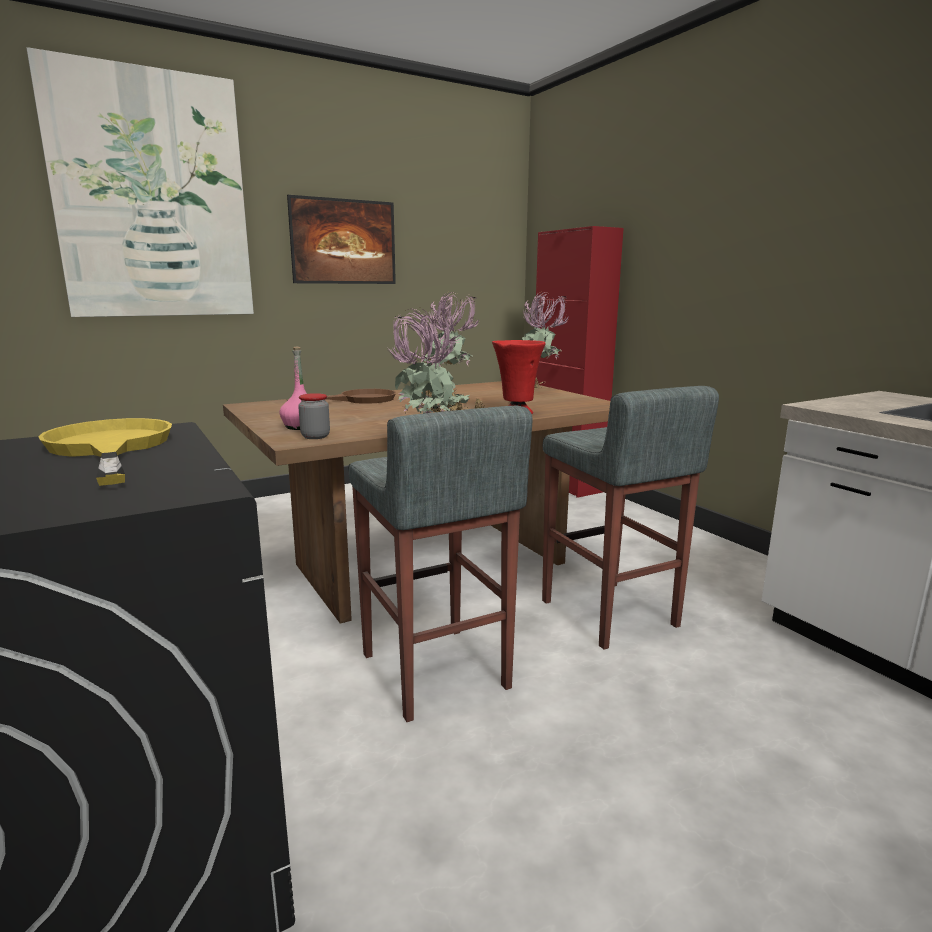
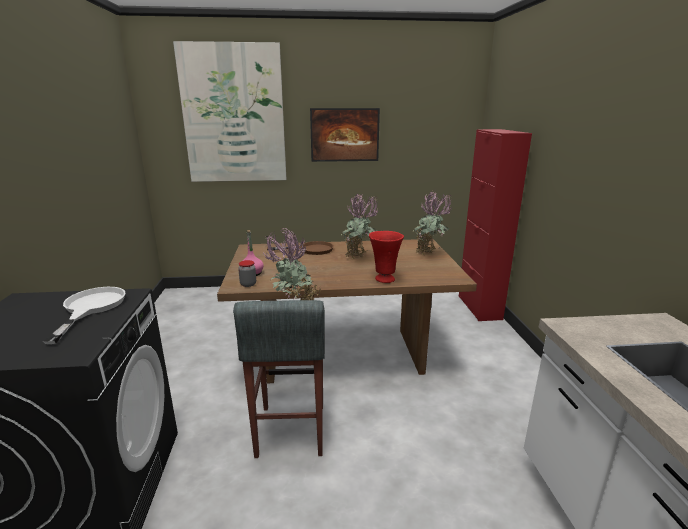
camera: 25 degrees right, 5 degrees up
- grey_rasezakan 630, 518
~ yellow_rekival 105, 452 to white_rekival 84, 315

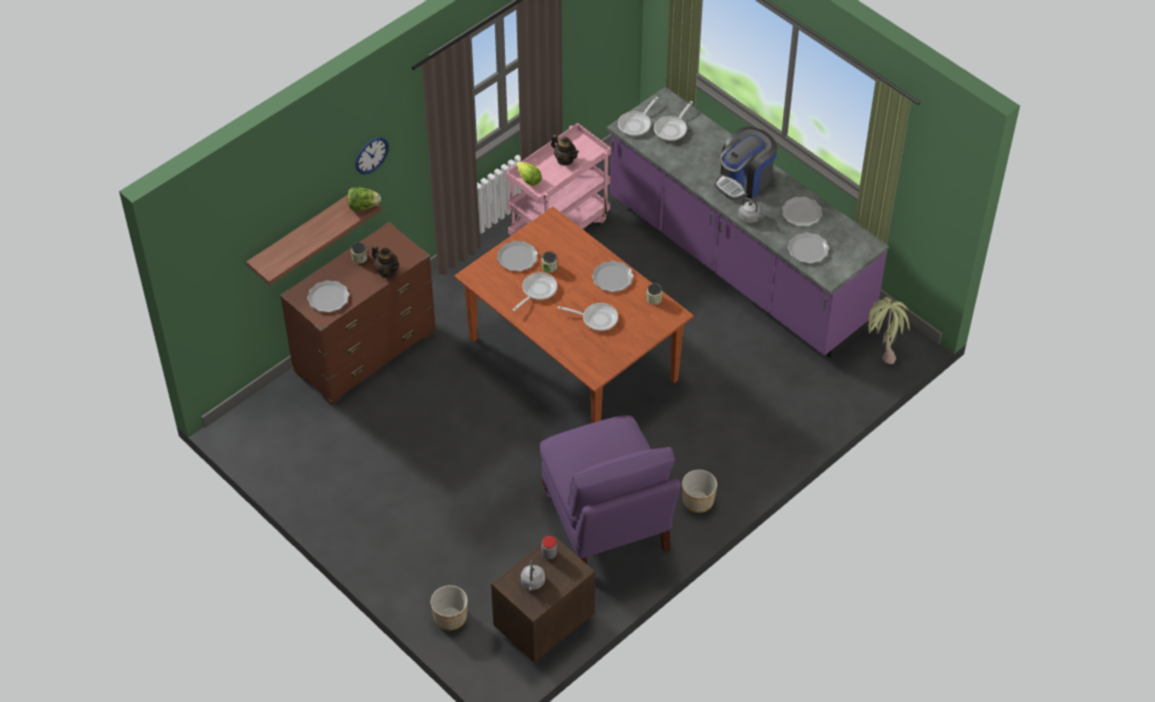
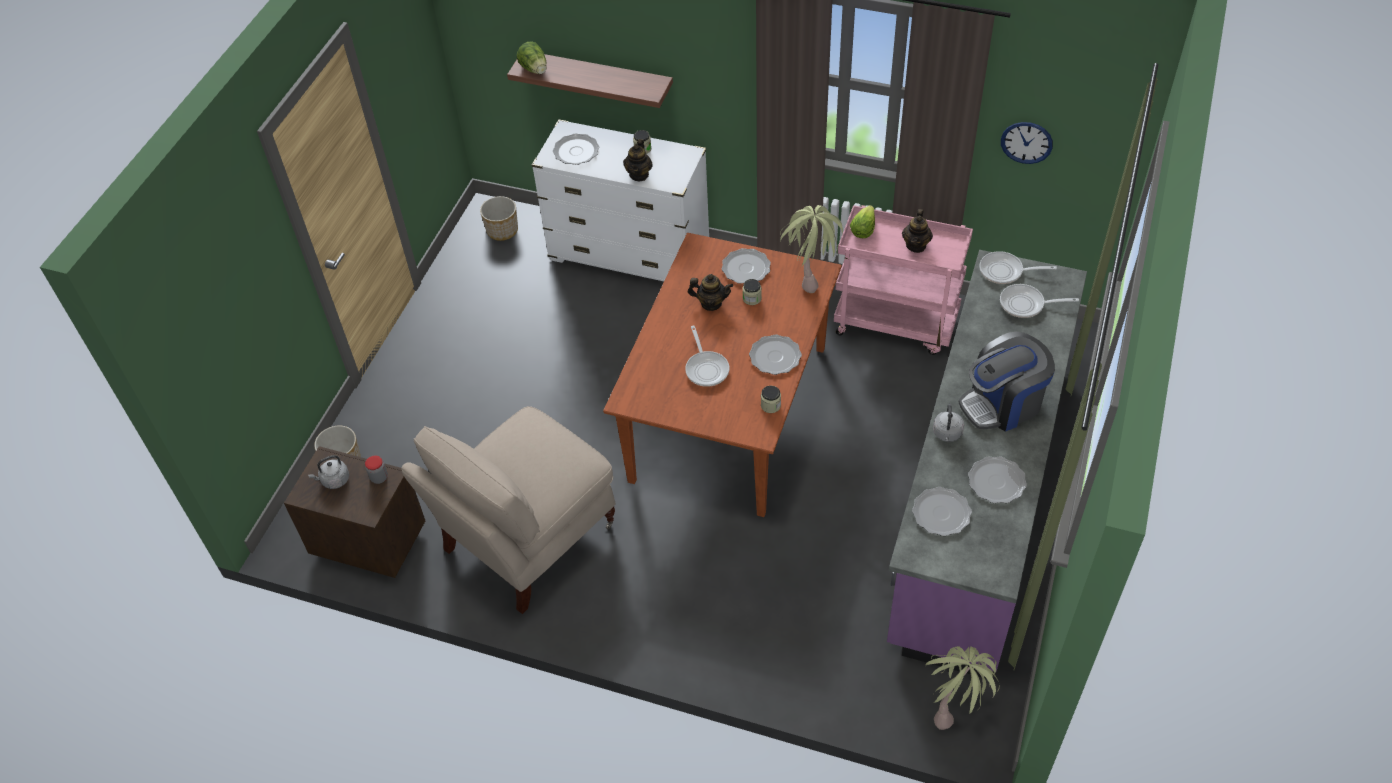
camera: 65 degrees right, 0 degrees up
+ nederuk 811, 249
~ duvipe 364, 199 to 532, 57
~ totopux 372, 156 to 1027, 143
~ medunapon 699, 491 to 499, 218
~ rekival 535, 291 to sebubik 710, 292
~ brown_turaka 358, 313 to white_turaka 620, 200
~ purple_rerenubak 610, 489 to beige_rerenubak 508, 510
~ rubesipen 746, 163 = 1007, 382 45 degrees counterclockwise

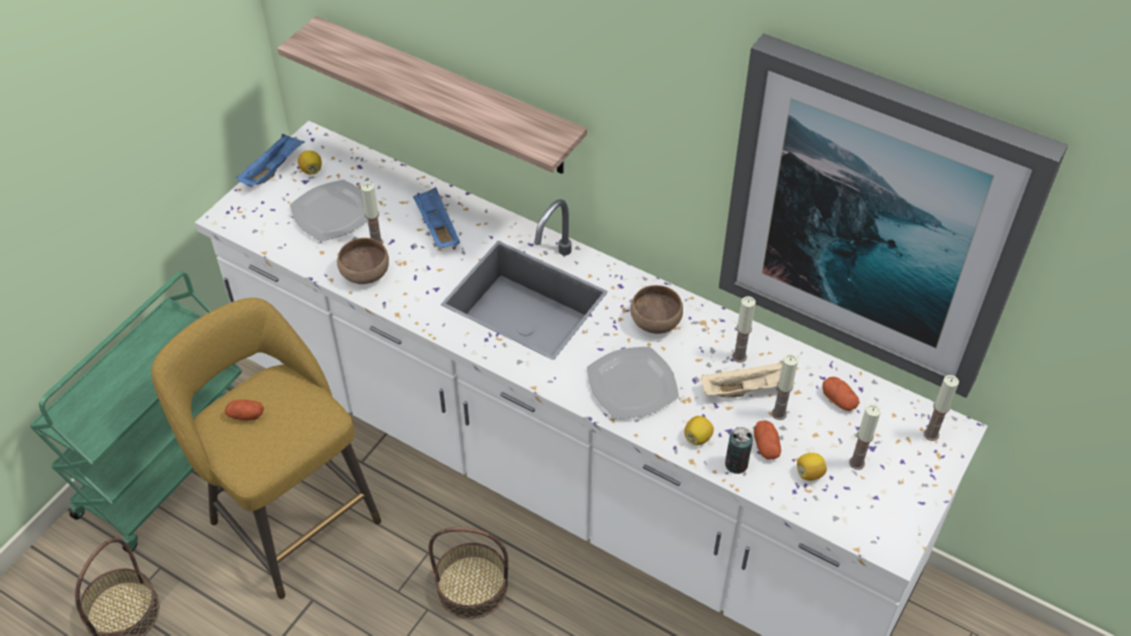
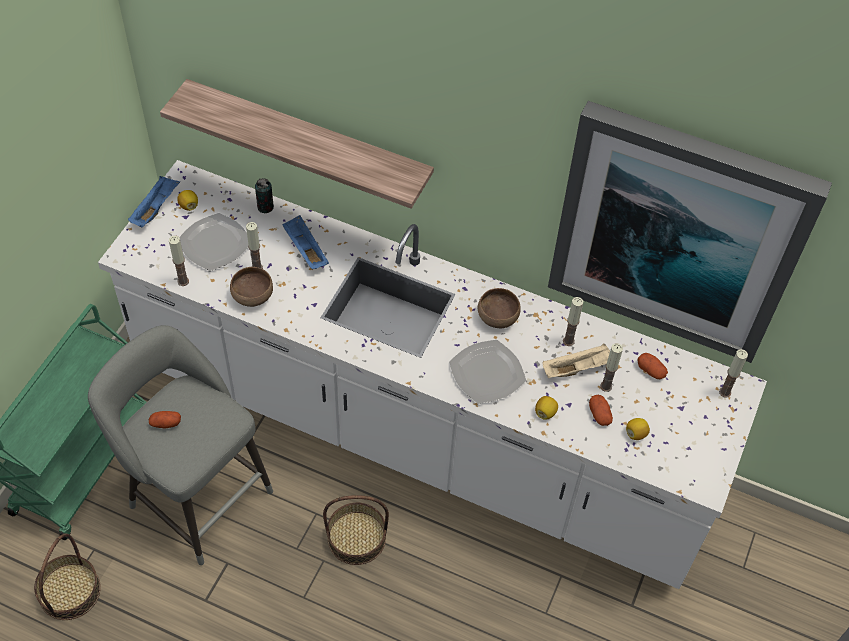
camera: 10 degrees left, 5 degrees up
~ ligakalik 739, 450 to 264, 195
~ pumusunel 865, 437 to 179, 261
~ yellow_rasezakan 266, 448 to grey_rasezakan 180, 445

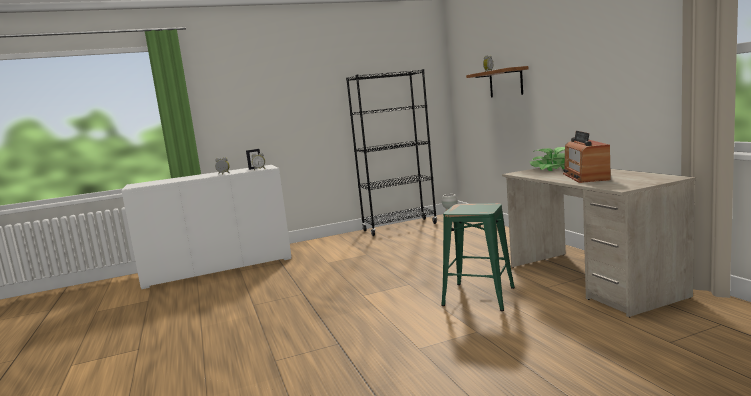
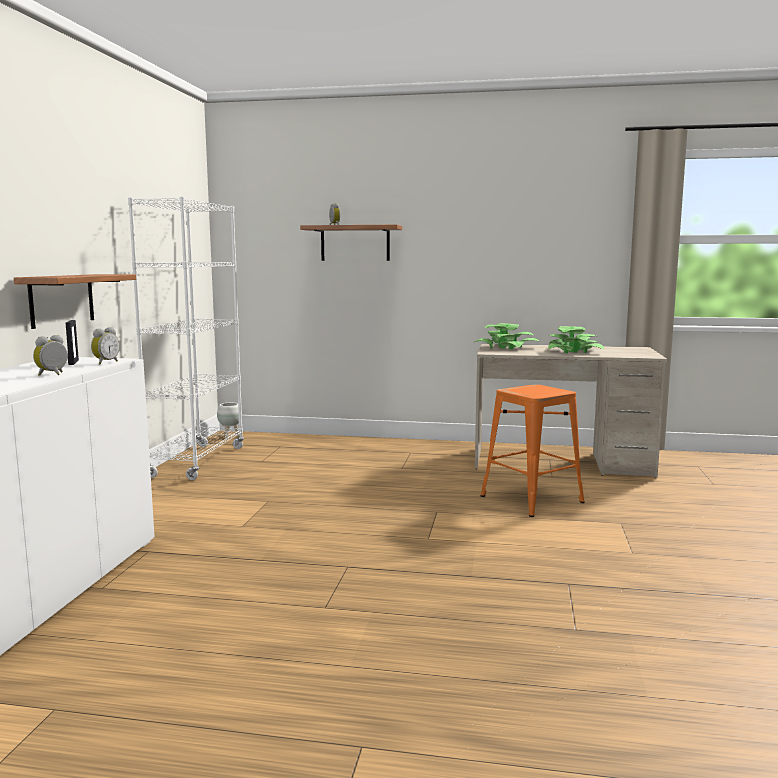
camera: 60 degrees left, 0 degrees up
+ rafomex 75, 301
~ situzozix 587, 157 to nederuk 576, 339
~ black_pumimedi 391, 152 to white_pumimedi 186, 338
~ green_rasezakan 478, 257 to orange_rasezakan 533, 450

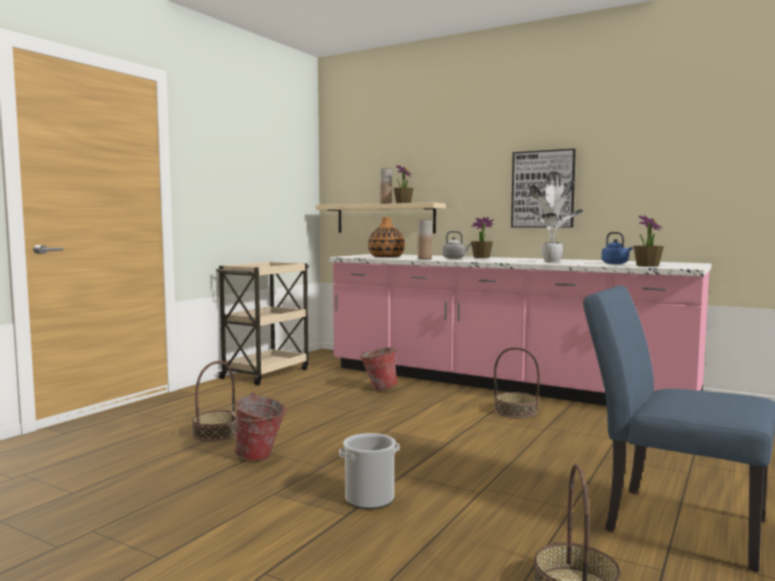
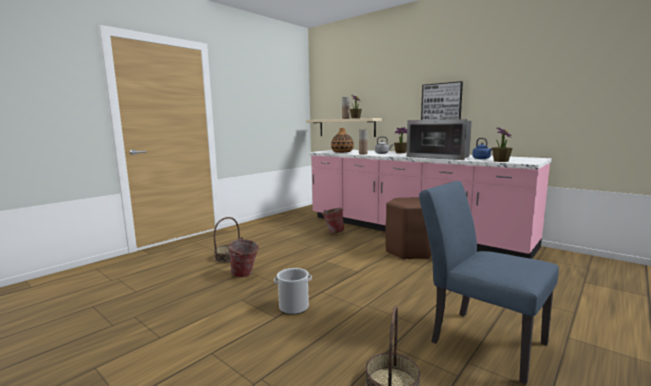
camera: 10 degrees right, 5 degrees up
- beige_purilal 262, 323
~ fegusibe 517, 382 to brown_rasezakan 408, 229
~ nederuk 555, 217 to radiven 439, 139

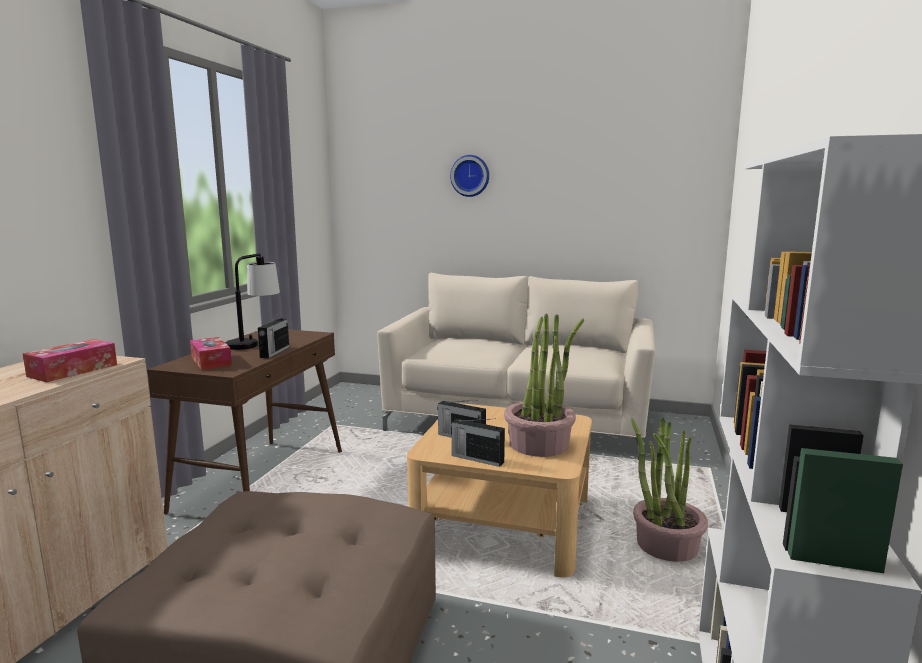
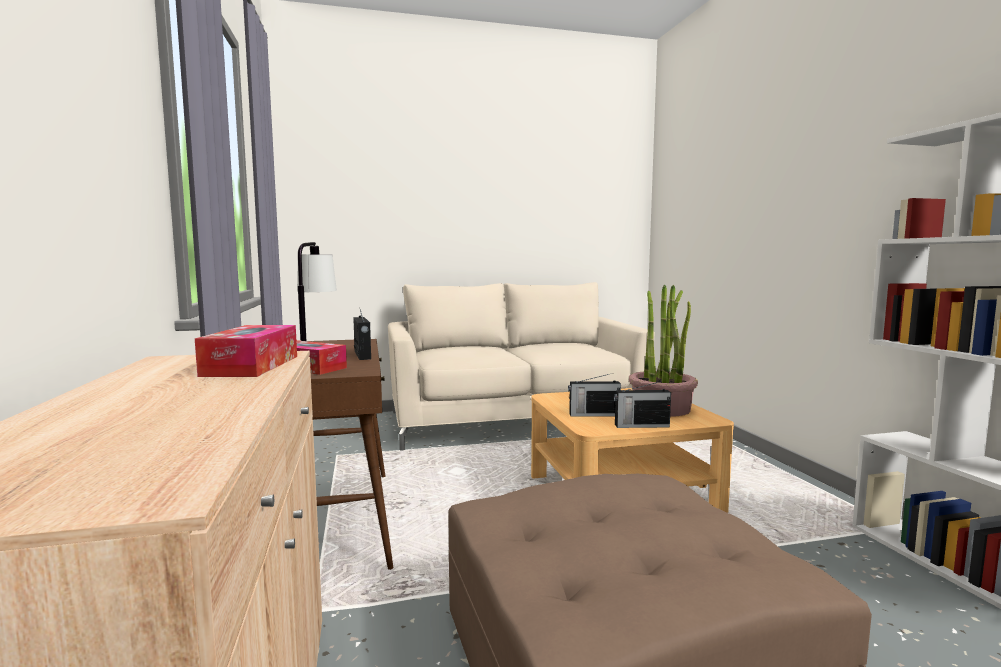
camera: 30 degrees left, 5 degrees down
- totopux 469, 176
- nederuk 669, 489

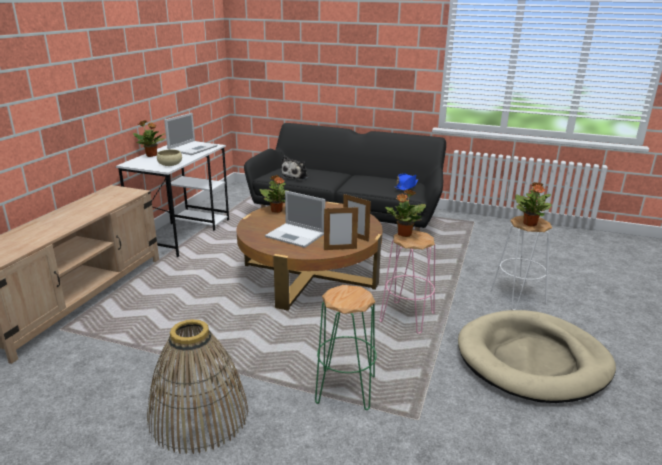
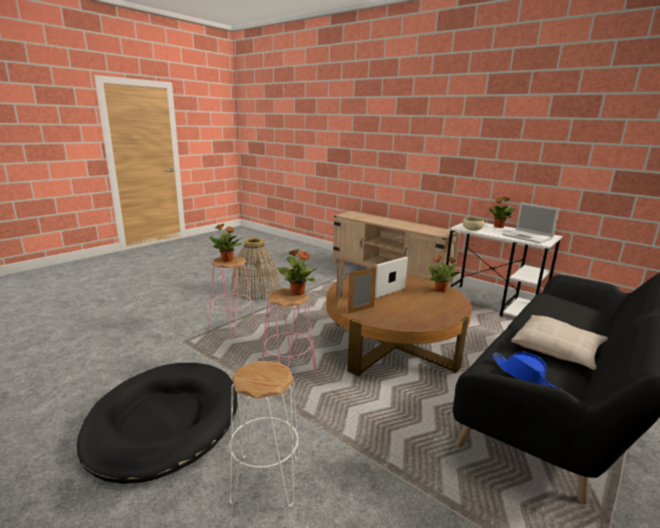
camera: 110 degrees right, 5 degrees down
- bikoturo 294, 168
+ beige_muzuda 559, 342
~ nederuk 533, 204 to 225, 243
~ green_rasezakan 346, 347 to pink_rasezakan 232, 297
~ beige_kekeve 537, 356 to black_kekeve 157, 423

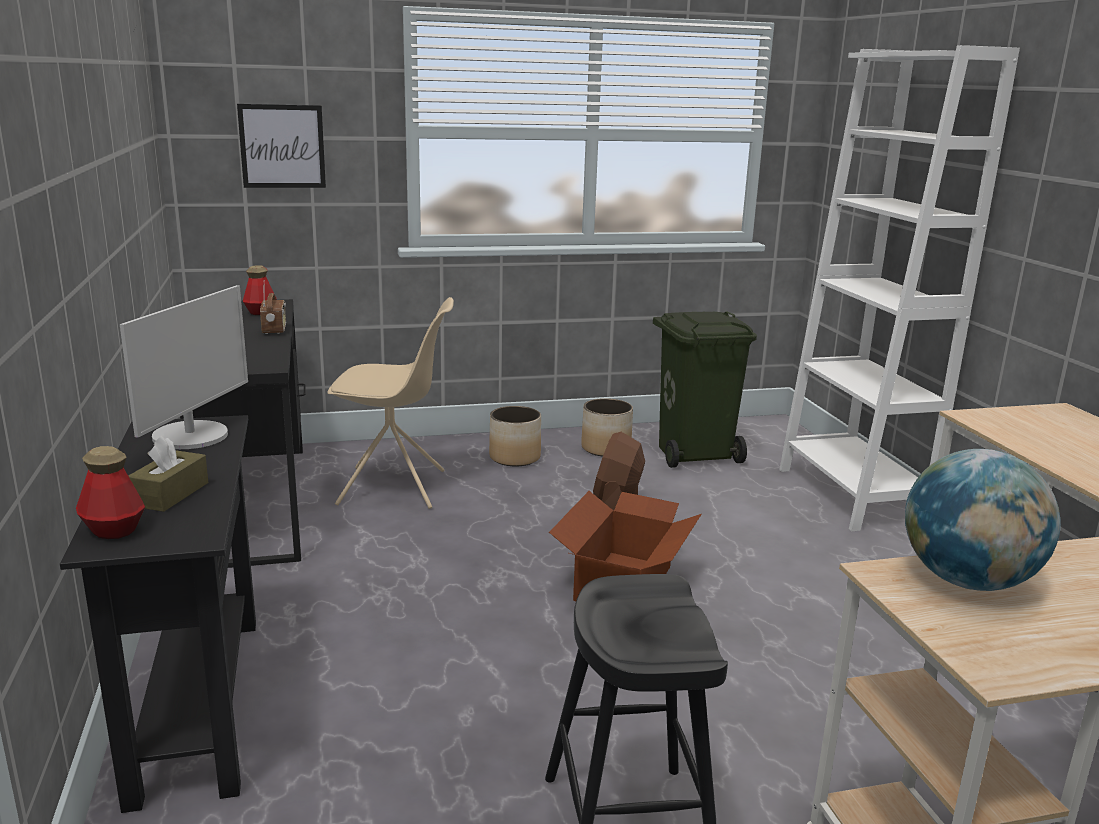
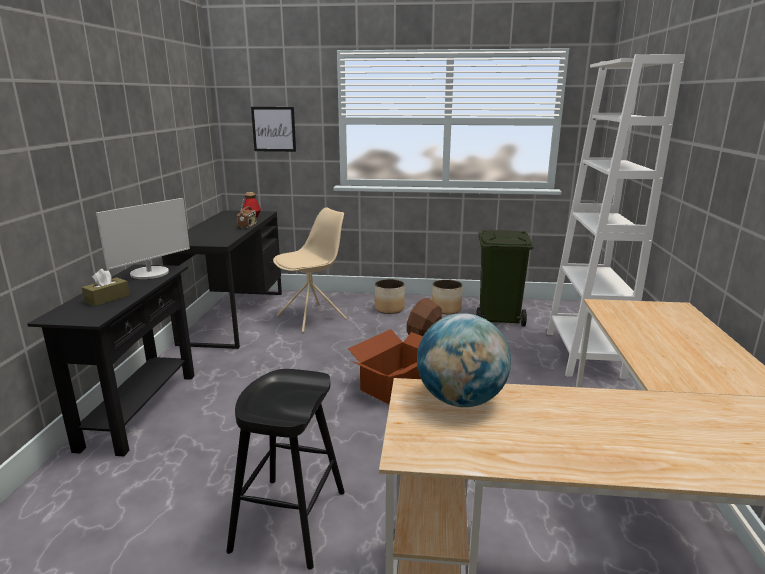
camera: 20 degrees right, 0 degrees up
- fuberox 110, 492
~ beige_rerenubak 390, 403 = 310, 270 60 degrees counterclockwise

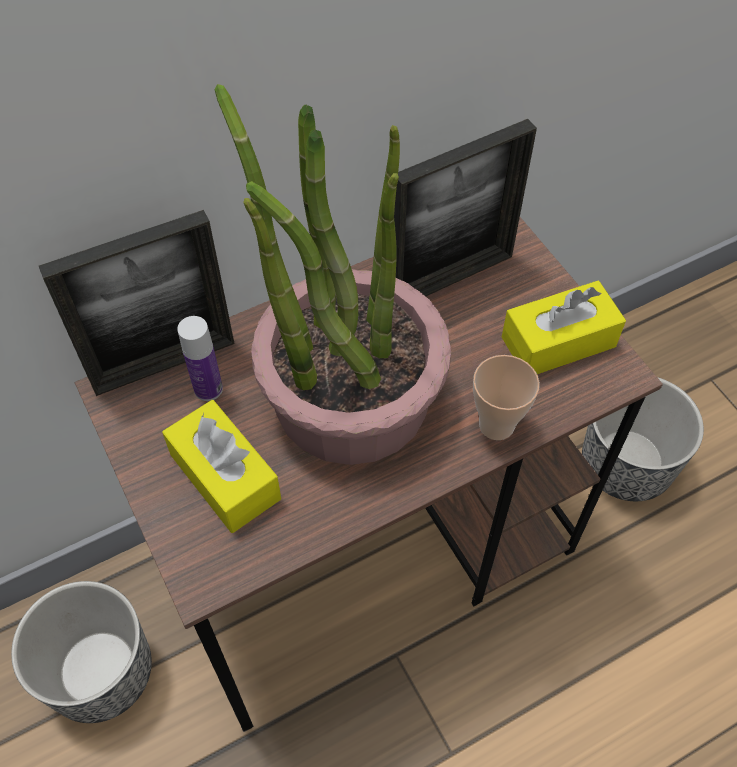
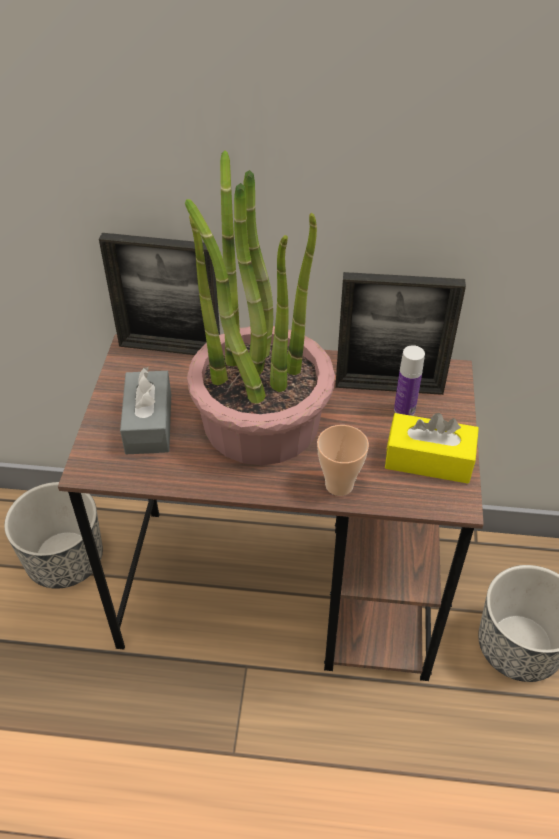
camera: 35 degrees right, 10 degrees down
~ fuberox 200, 358 to 409, 380
~ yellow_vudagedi 221, 466 to grey_vudagedi 145, 410

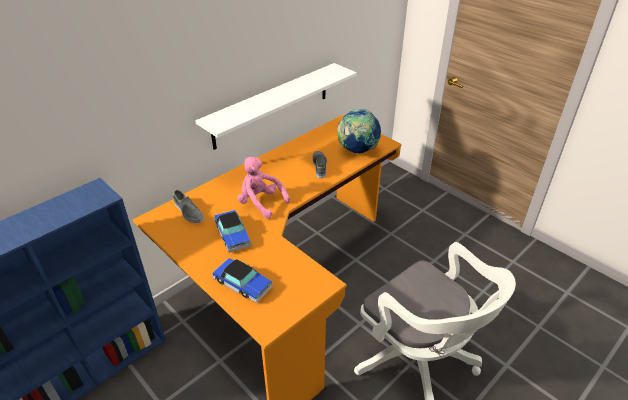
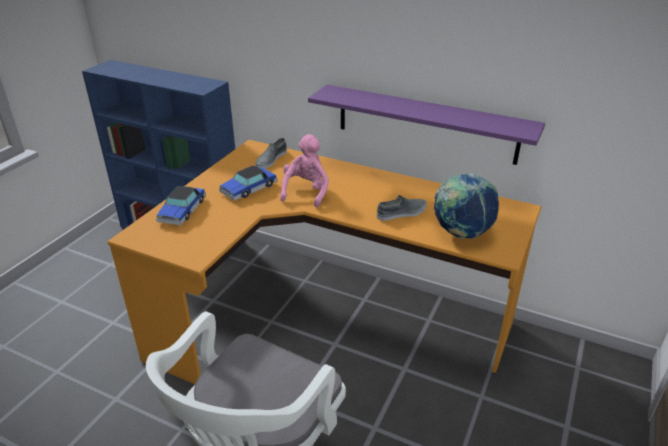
camera: 70 degrees right, 5 degrees down
~ white_rafomex 276, 106 to purple_rafomex 426, 125

